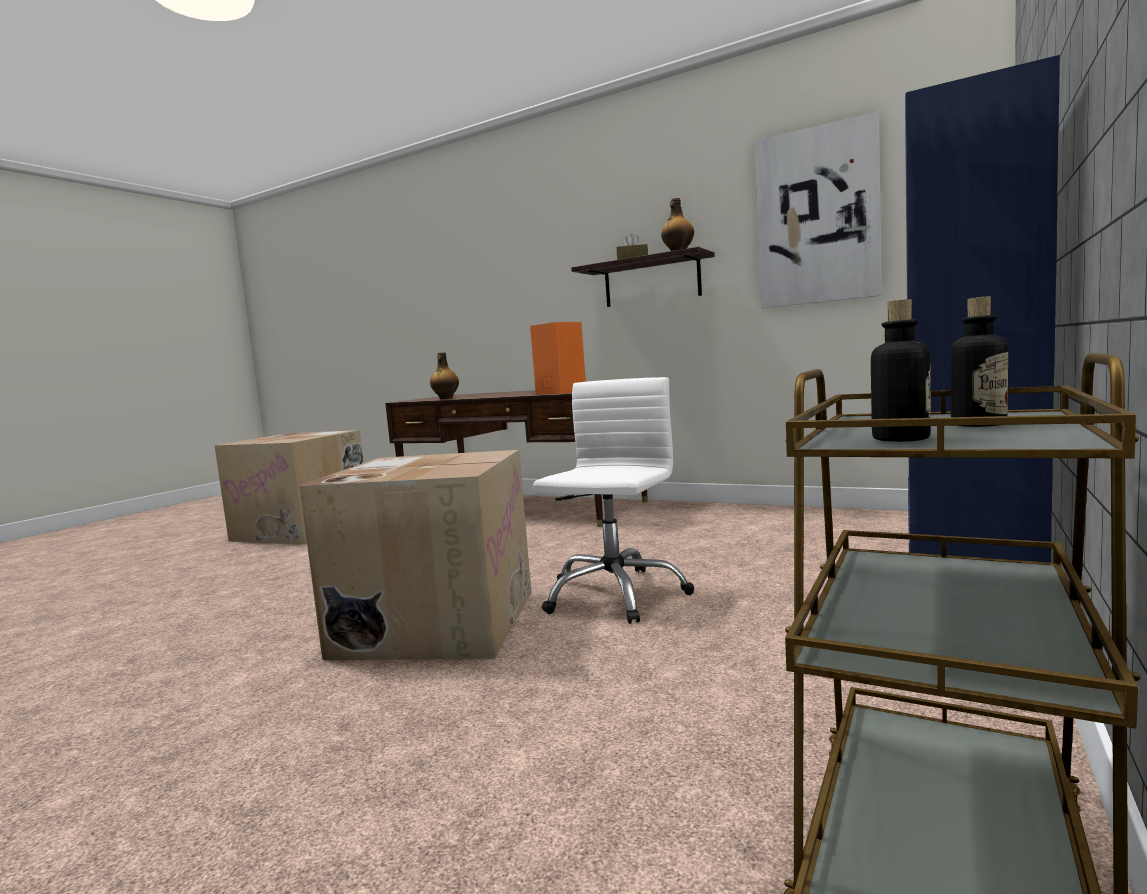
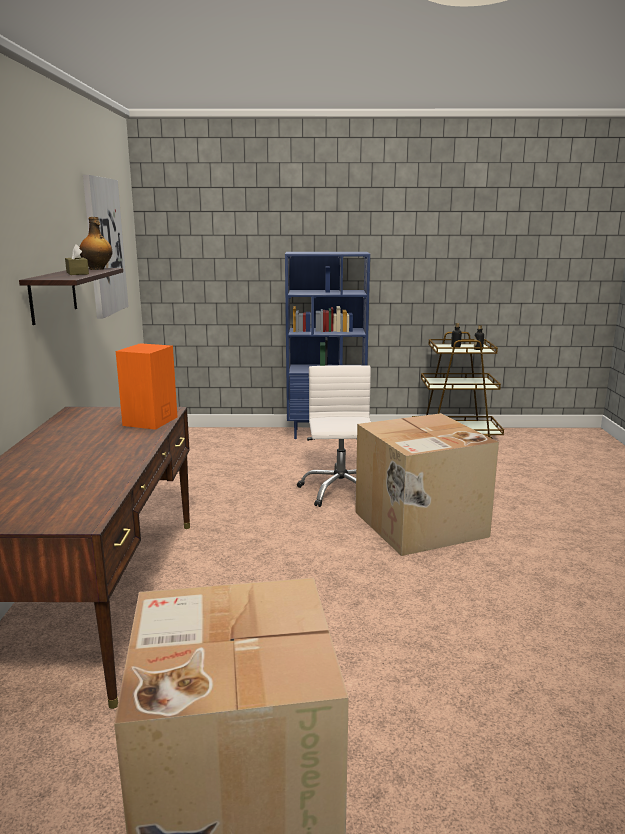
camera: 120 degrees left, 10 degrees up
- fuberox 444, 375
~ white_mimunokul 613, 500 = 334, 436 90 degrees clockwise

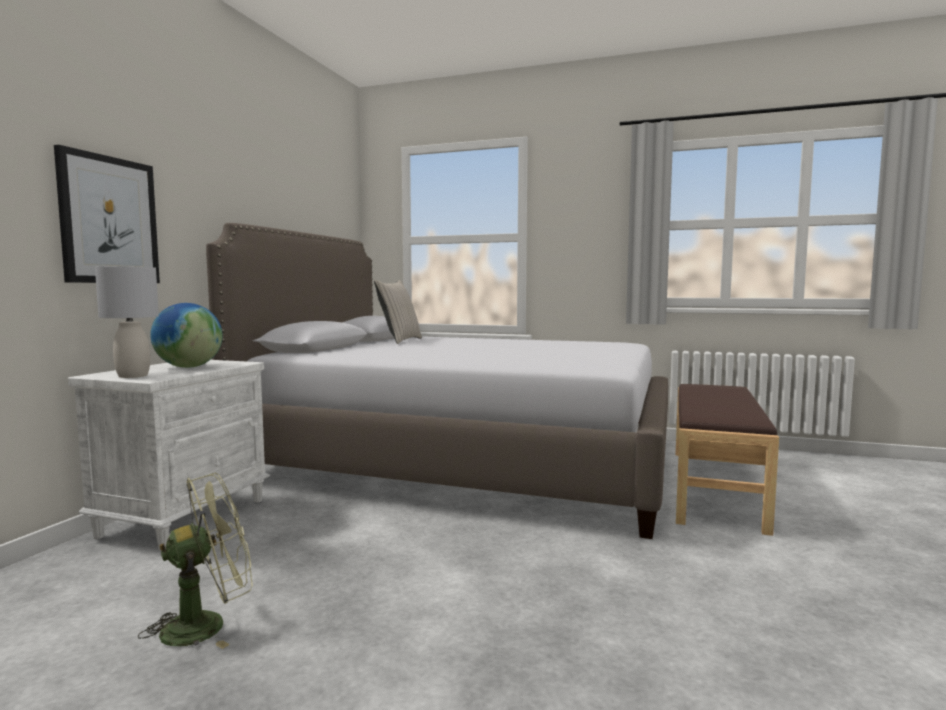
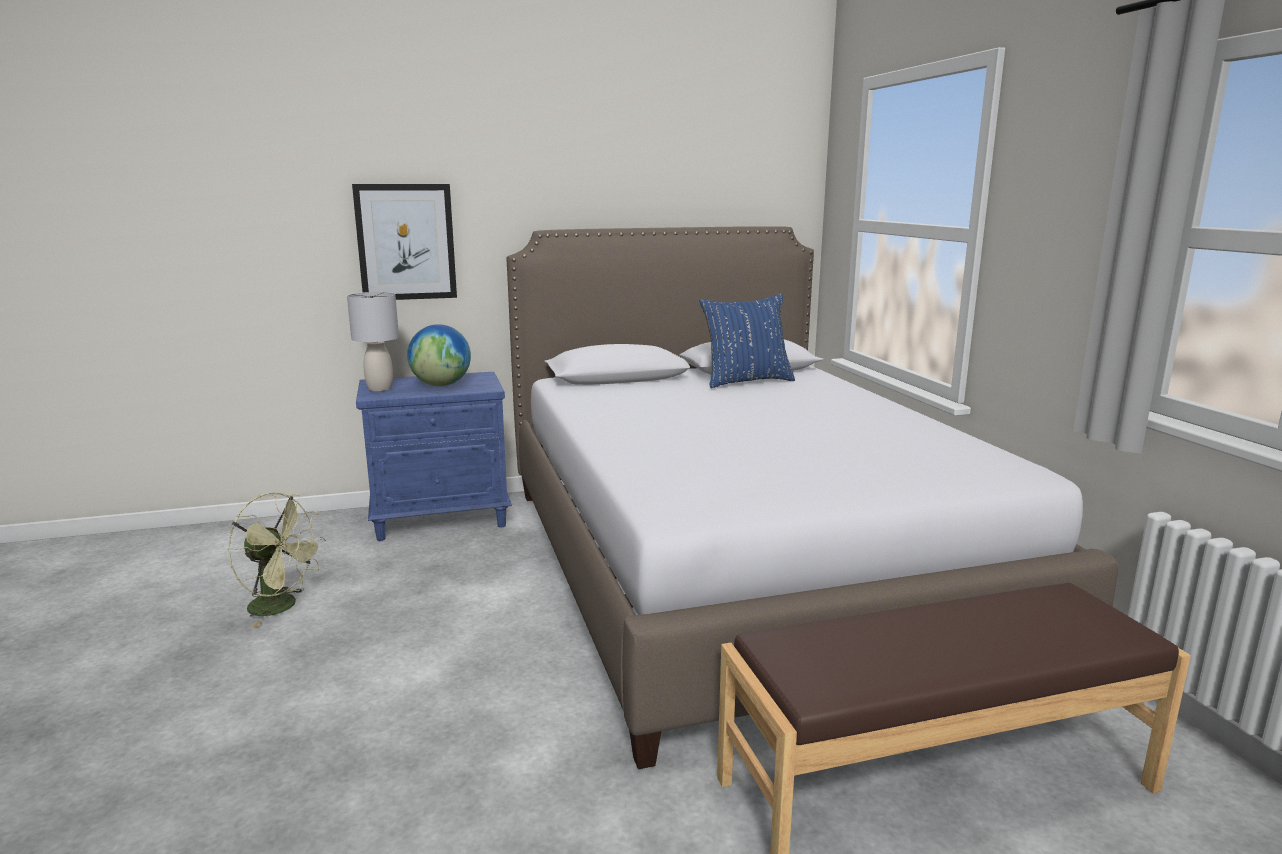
camera: 55 degrees right, 10 degrees up
~ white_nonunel 169, 455 to blue_nonunel 434, 456
~ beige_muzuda 398, 312 to blue_muzuda 747, 341

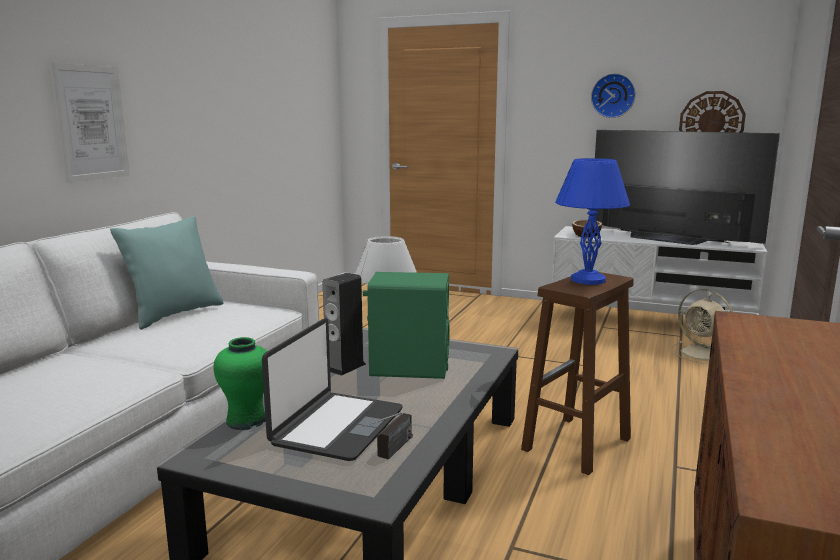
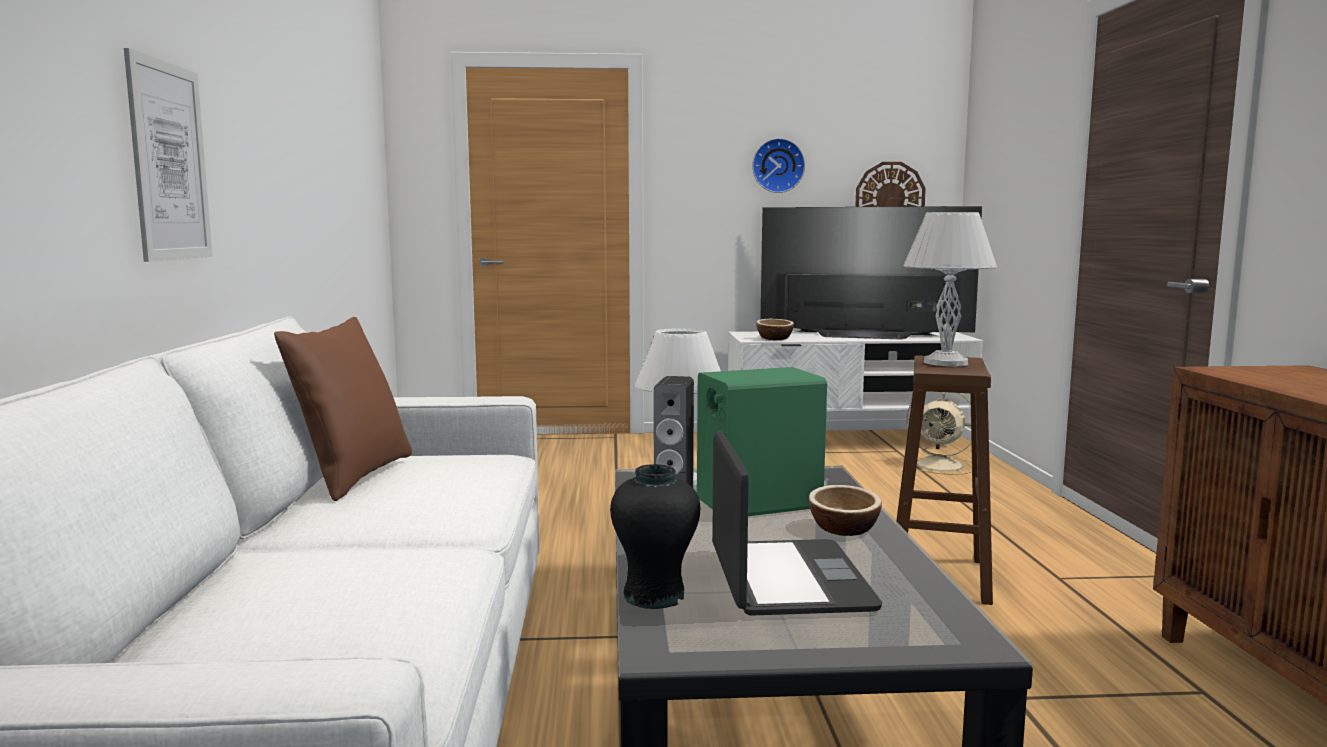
camera: 25 degrees left, 5 degrees down
- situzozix 388, 435
+ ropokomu 845, 510
~ turquoise_muzuda 167, 273 to brown_muzuda 343, 409
~ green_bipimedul 240, 383 to black_bipimedul 655, 536
~ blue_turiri 592, 221 to white_turiri 950, 289

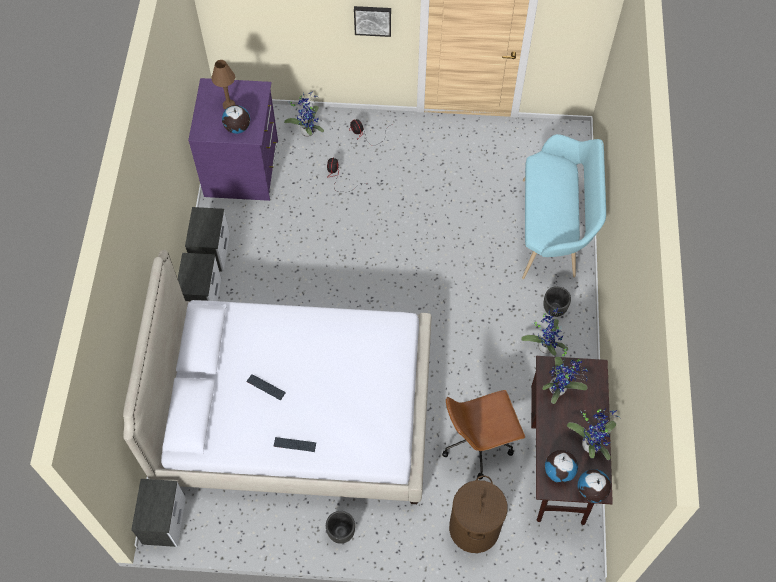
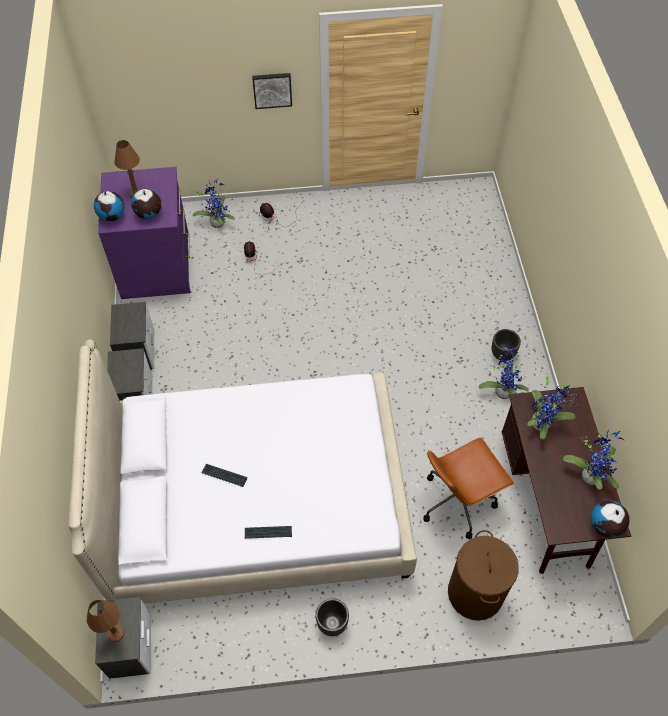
camera: 10 degrees left, 5 degrees down
- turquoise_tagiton 564, 206
+ brown_turiri 106, 621
~ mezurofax 561, 466 to 109, 206

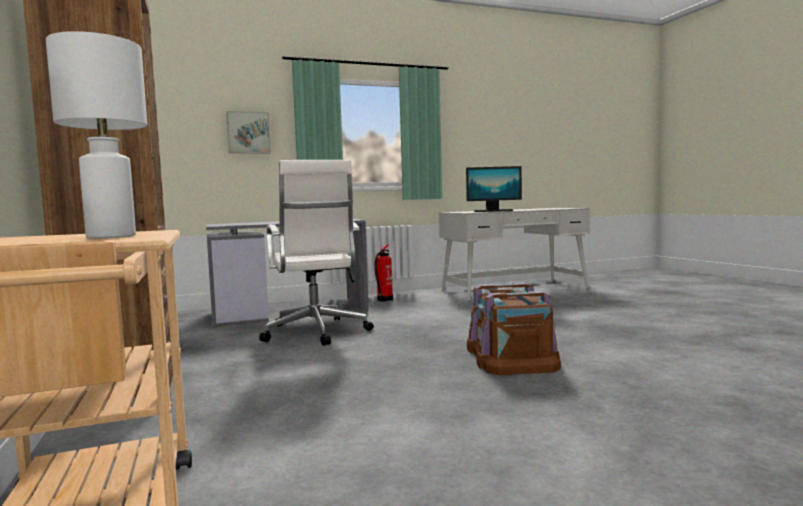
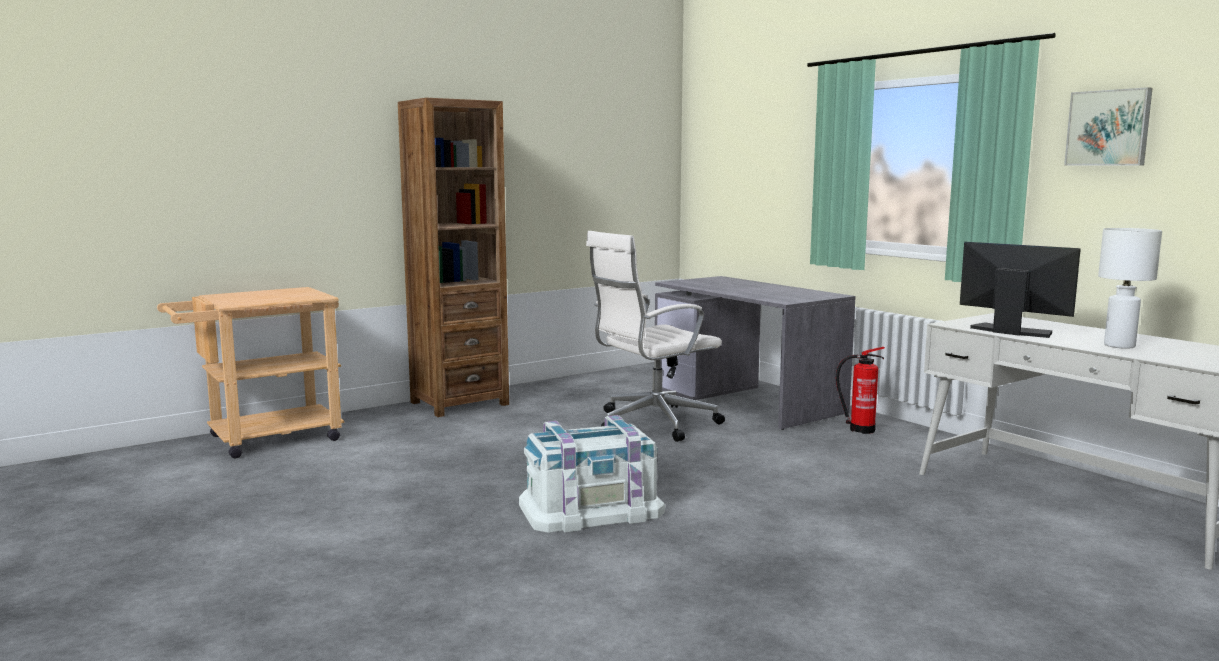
camera: 75 degrees right, 5 degrees up
~ white_turiri 96, 134 to 1130, 288
~ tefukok 248, 132 to 1108, 126
~ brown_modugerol 514, 329 to white_modugerol 592, 474
~ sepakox 494, 189 = 1020, 290 150 degrees clockwise

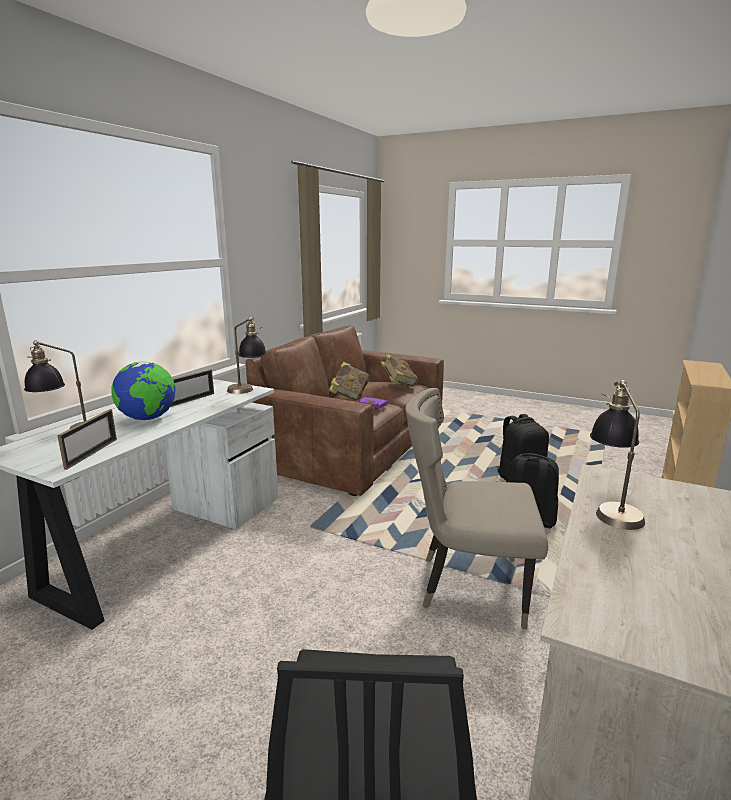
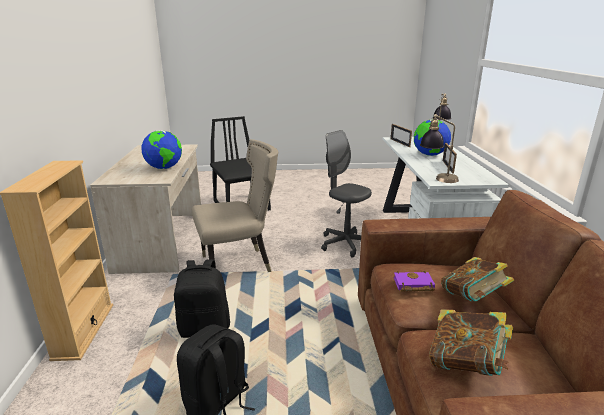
camera: 150 degrees right, 5 degrees up
+ grey_mimunokul 346, 194
~ turiri 617, 455 to mezurofax 161, 149

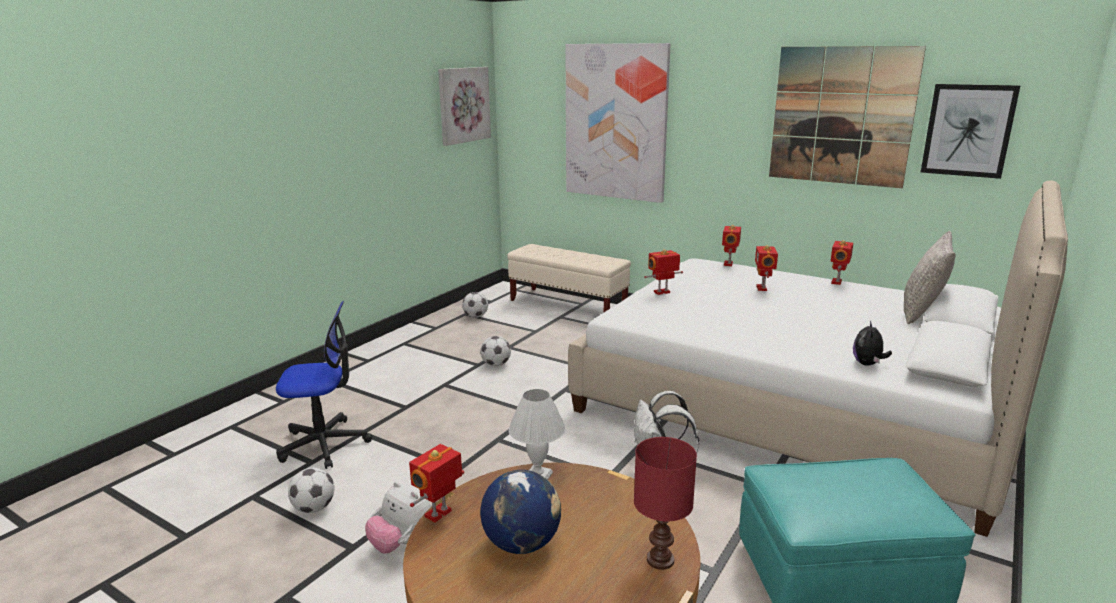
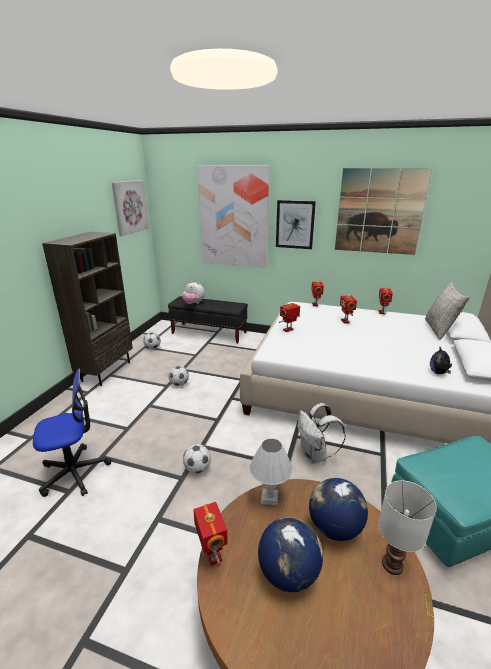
camera: 15 degrees left, 5 degrees up
+ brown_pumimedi 87, 309
+ mezurofax 338, 509
~ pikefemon 311, 490 to 197, 459
~ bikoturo 398, 518 to 193, 292
~ tefukok 970, 131 to 296, 224
~ beige_tagiton 569, 278 to black_tagiton 208, 319
~ red_turiri 665, 503 to white_turiri 407, 527
~ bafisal 436, 483 = 210, 534 135 degrees clockwise

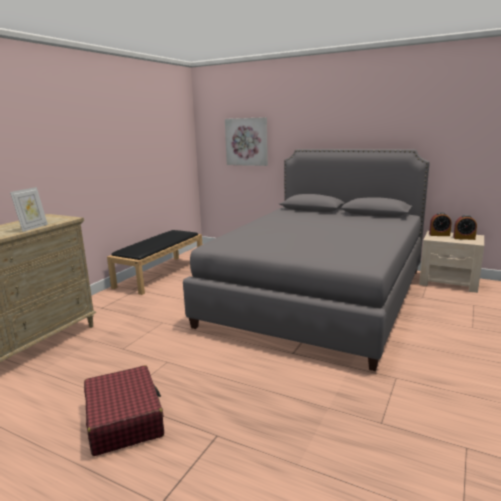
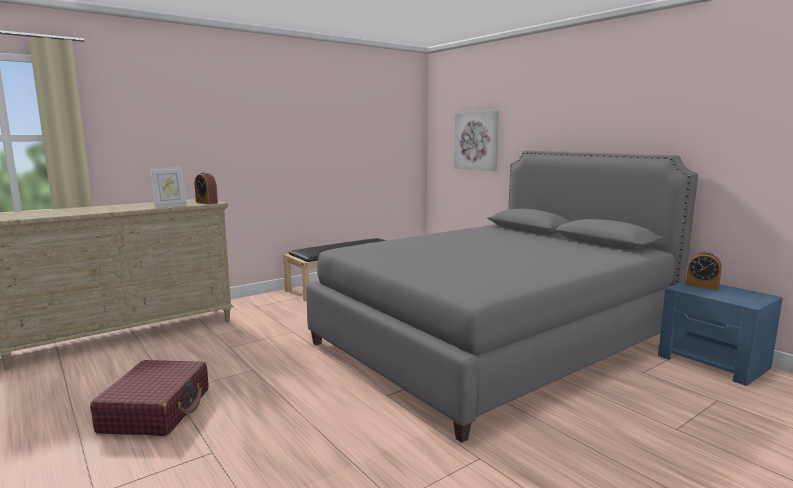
camera: 25 degrees right, 5 degrees down
~ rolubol 465, 227 to 206, 188
~ beige_nonunel 451, 262 to blue_nonunel 720, 333

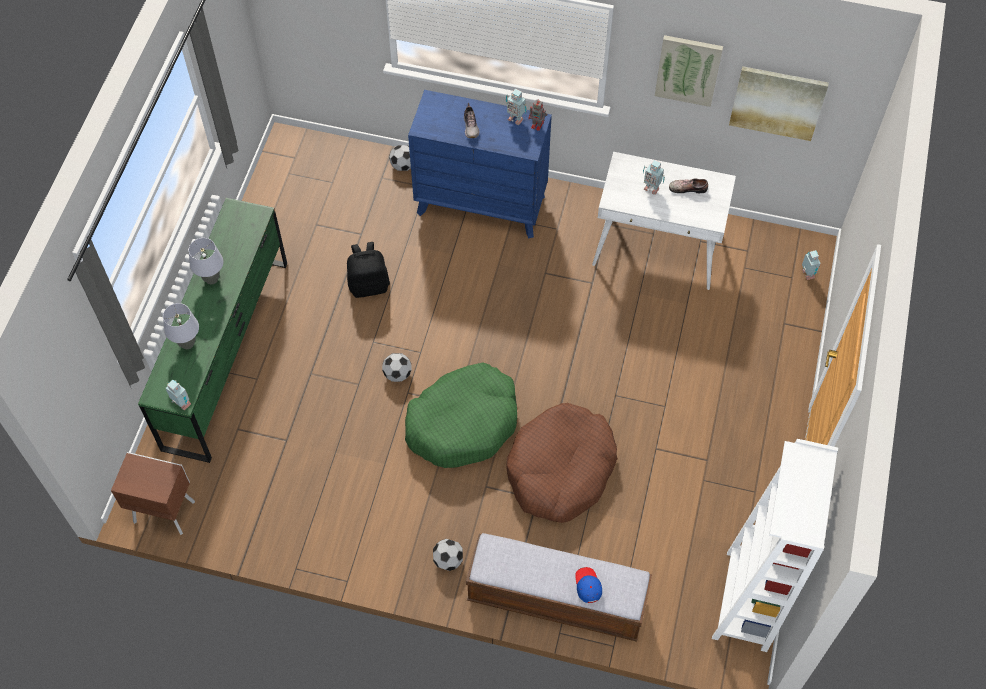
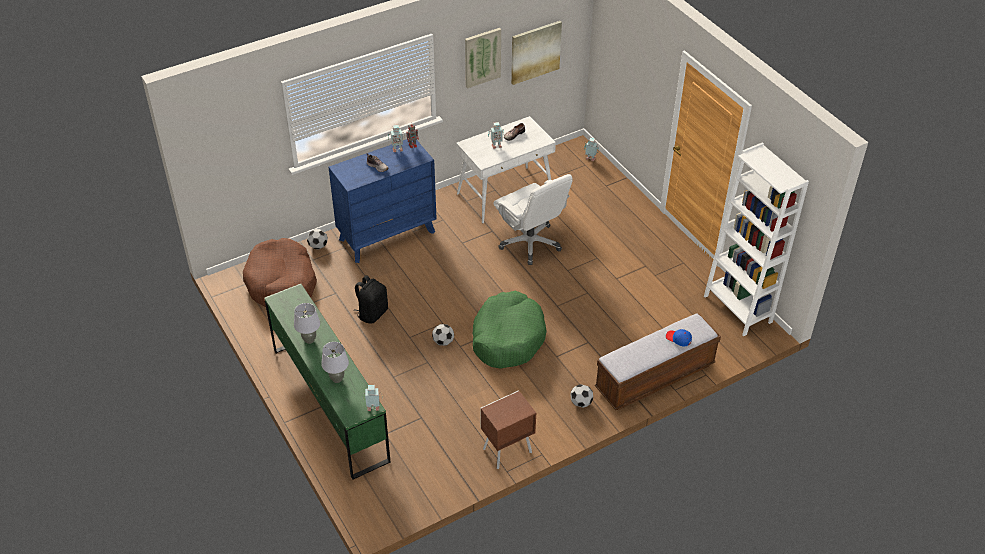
camera: 45 degrees left, 15 degrees down
+ white_mimunokul 533, 219
~ brown_nonunel 153, 493 to 508, 429
~ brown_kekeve 562, 463 to 280, 272

